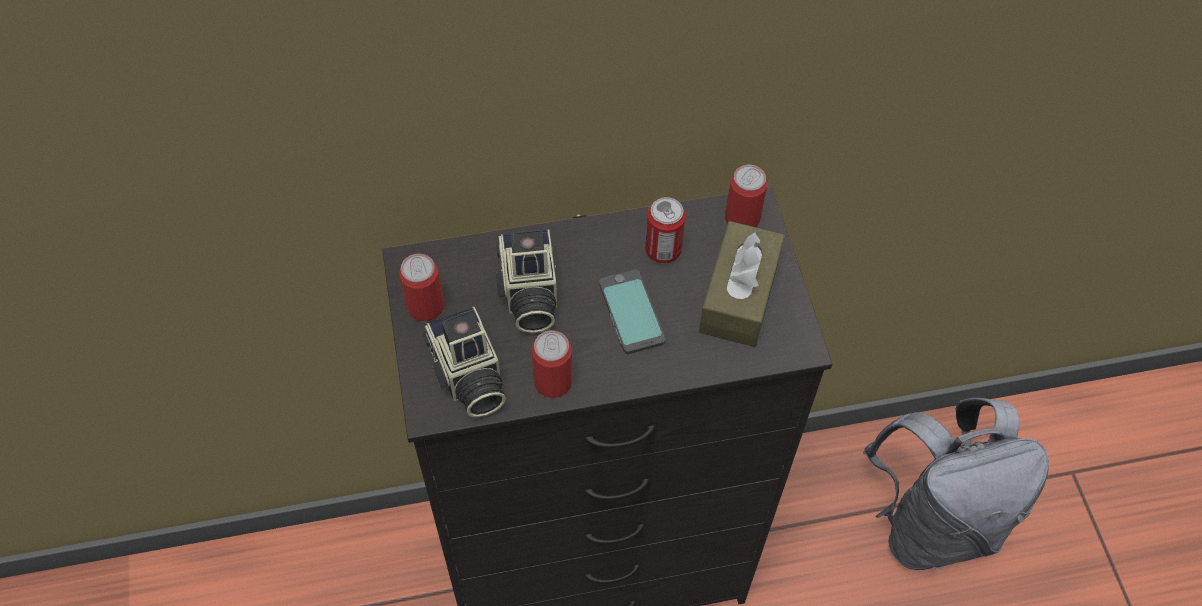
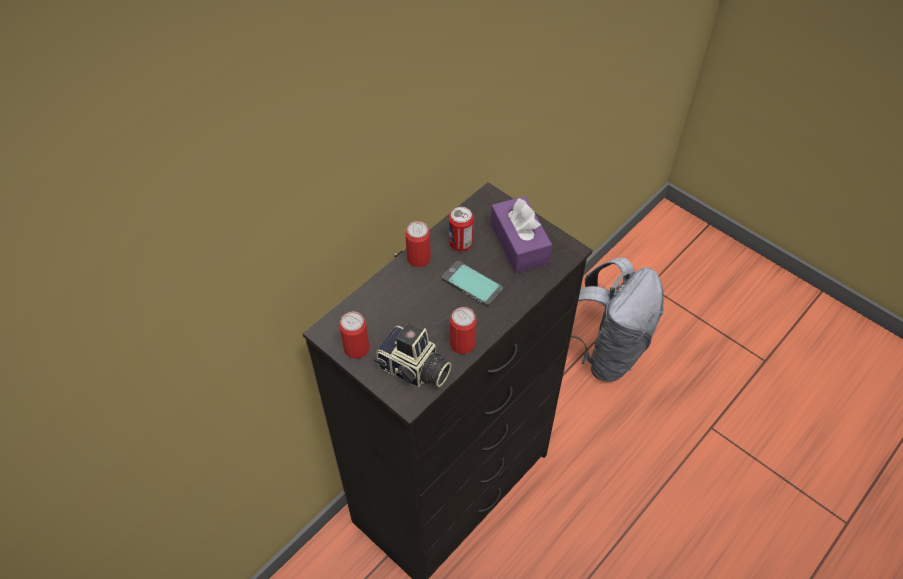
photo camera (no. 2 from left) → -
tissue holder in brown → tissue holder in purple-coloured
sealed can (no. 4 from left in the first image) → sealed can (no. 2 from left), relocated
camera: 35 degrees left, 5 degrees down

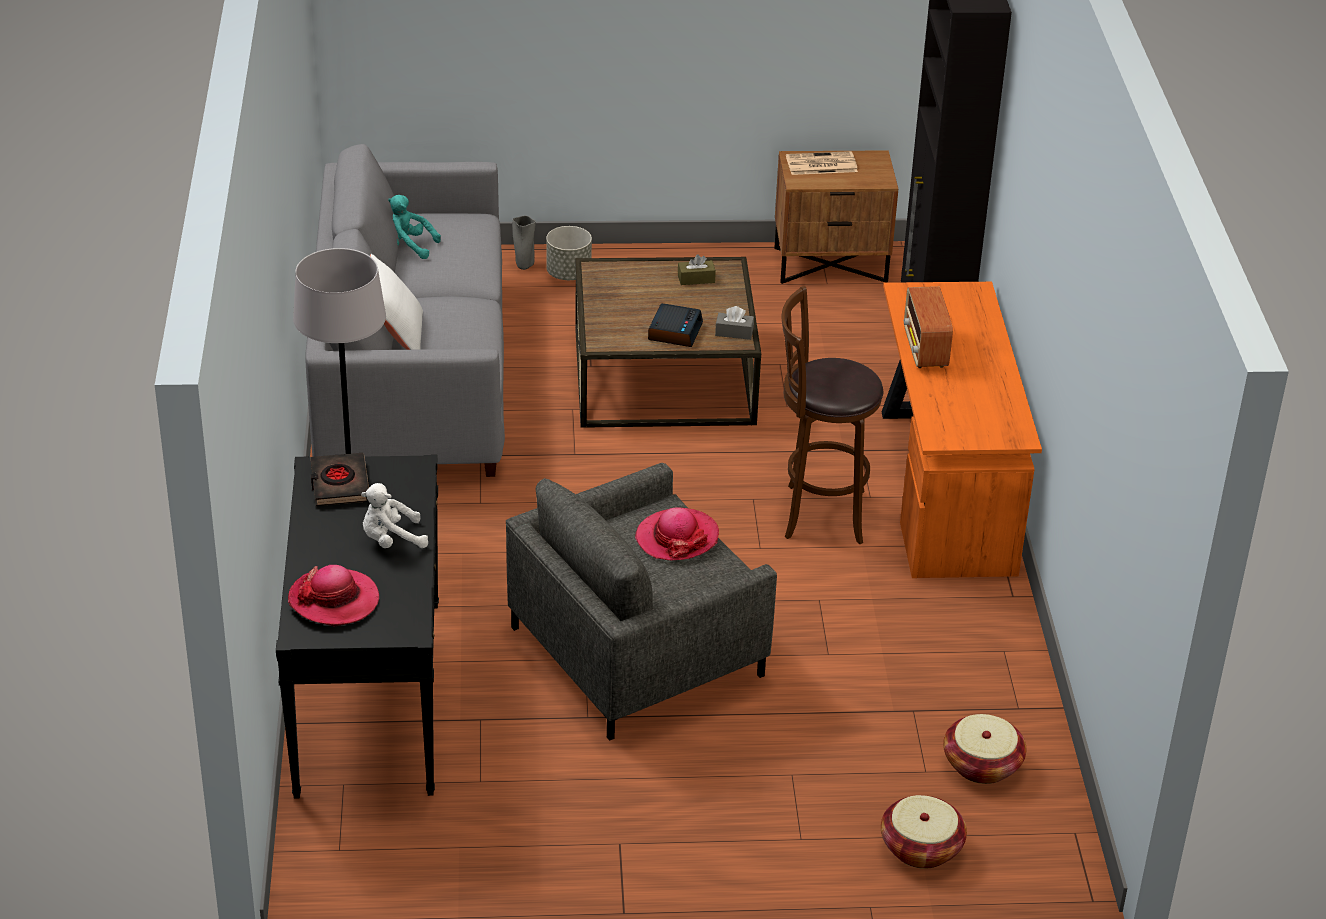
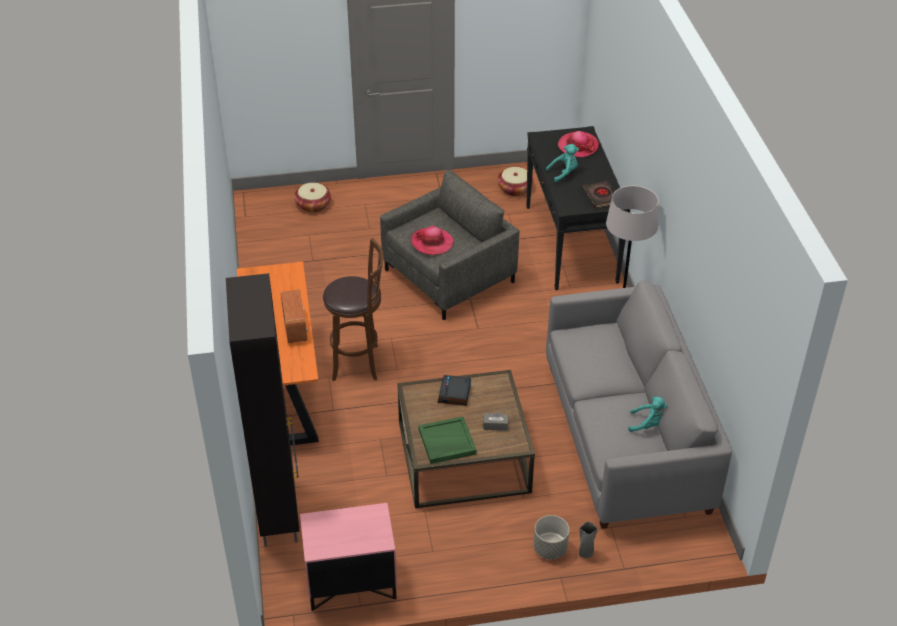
plush toy in white → plush toy in blue-green (no. 1 from left)
cushion in white → -
tissue holder in brown → carrying tray in green-coloured
tissue holder in greyish, relocated
nightstand in brown → nightstand in pink
printed paper → -
household basket (no. 2 from left), relocated
camera: 175 degrees right, 5 degrees up

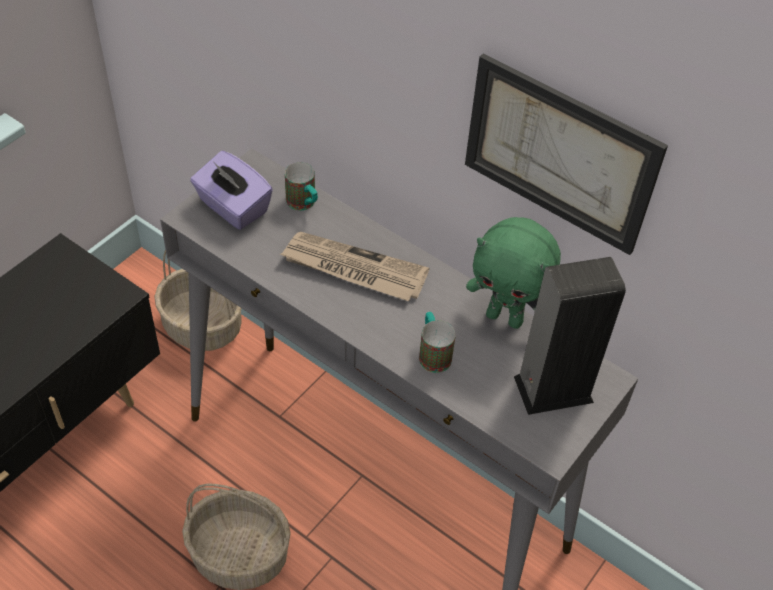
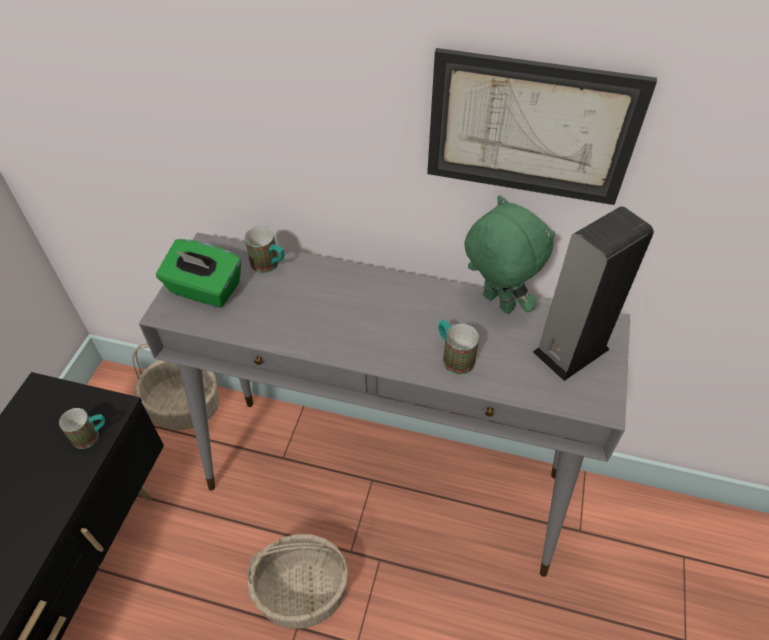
tissue holder in purple-coloured → tissue holder in green-coloured
printed paper → -
plush toy in green-coloured, 135 degrees counterclockwise
- → tea mug (no. 1 from left)
camera: 20 degrees left, 0 degrees up

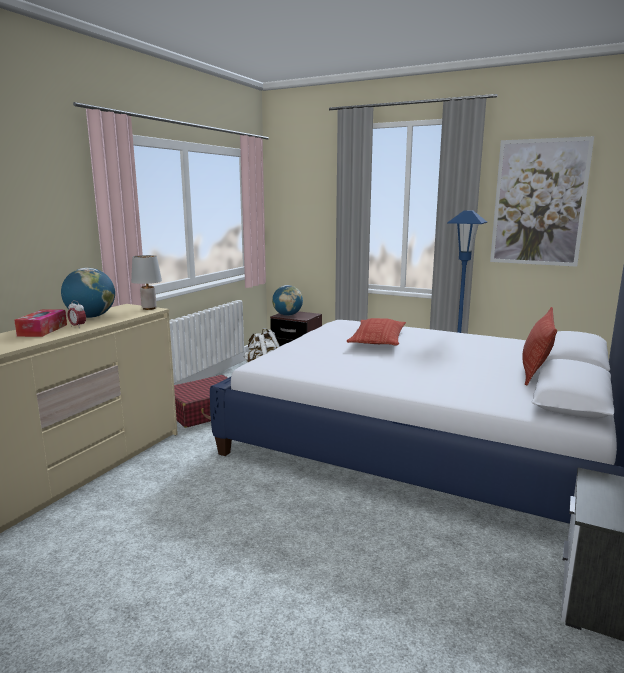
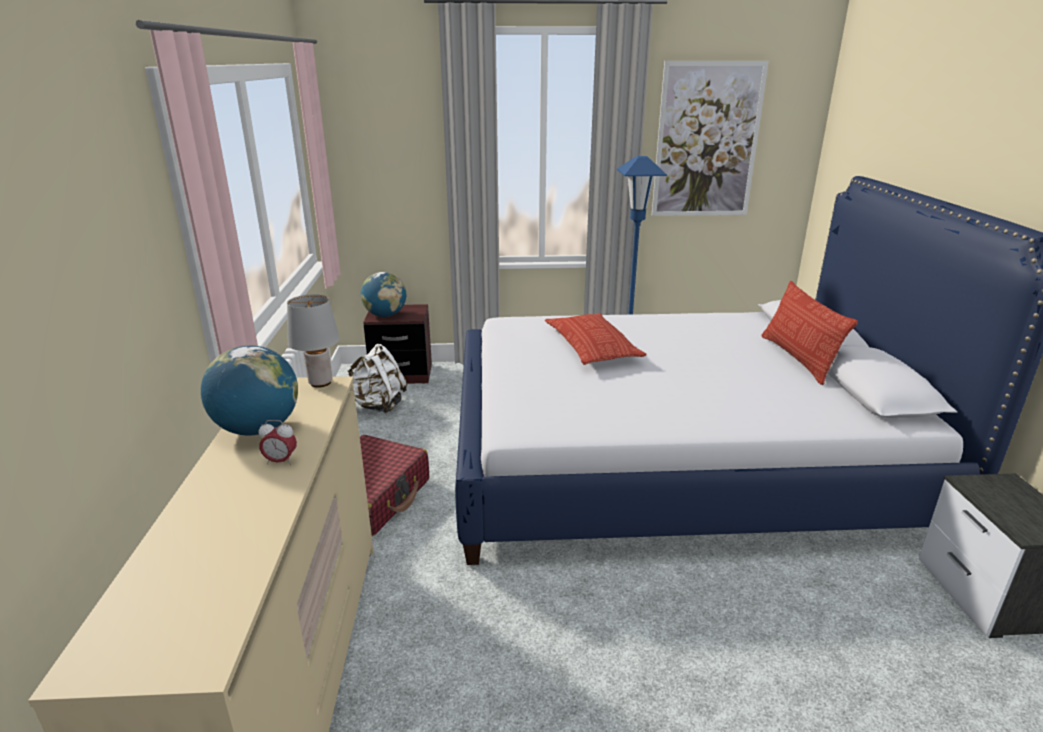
tissue holder → -
camera: 30 degrees left, 10 degrees up

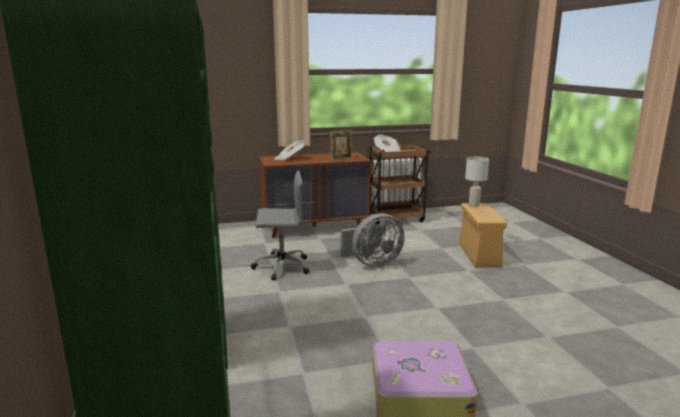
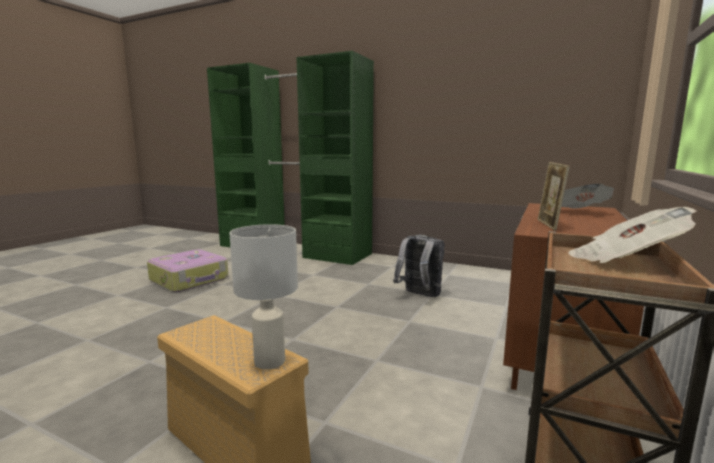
office chair in greyish → knapsack in greyish
cooling fan in greyish → -
camera: 130 degrees right, 5 degrees down

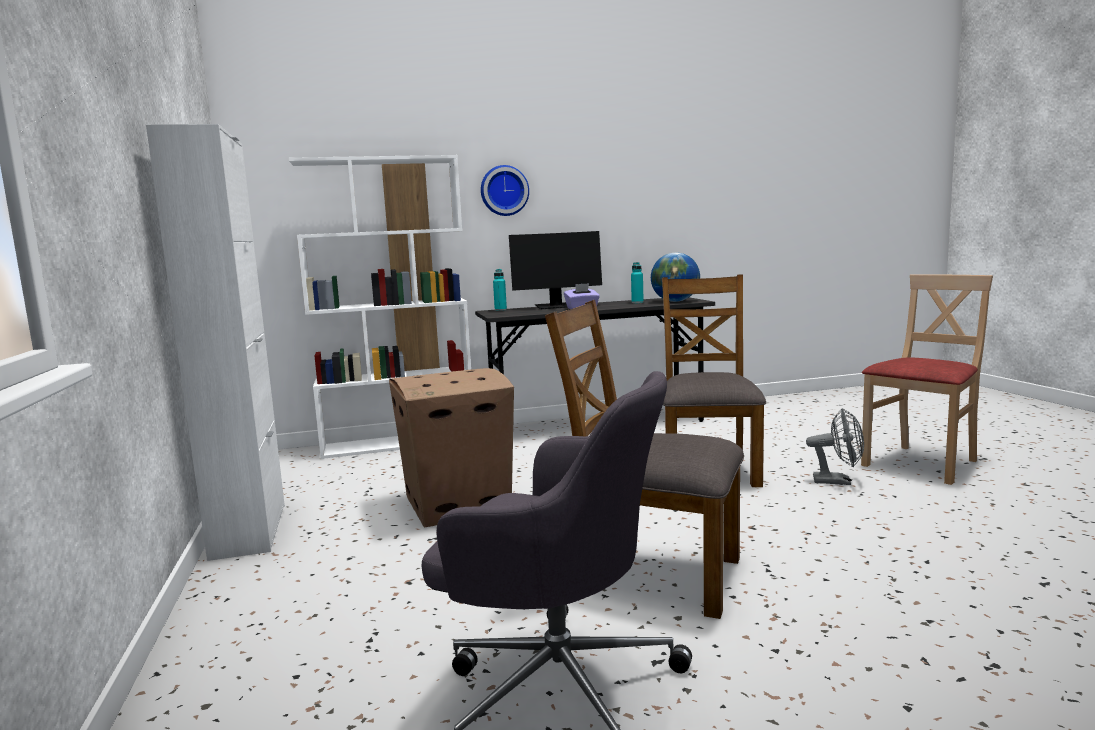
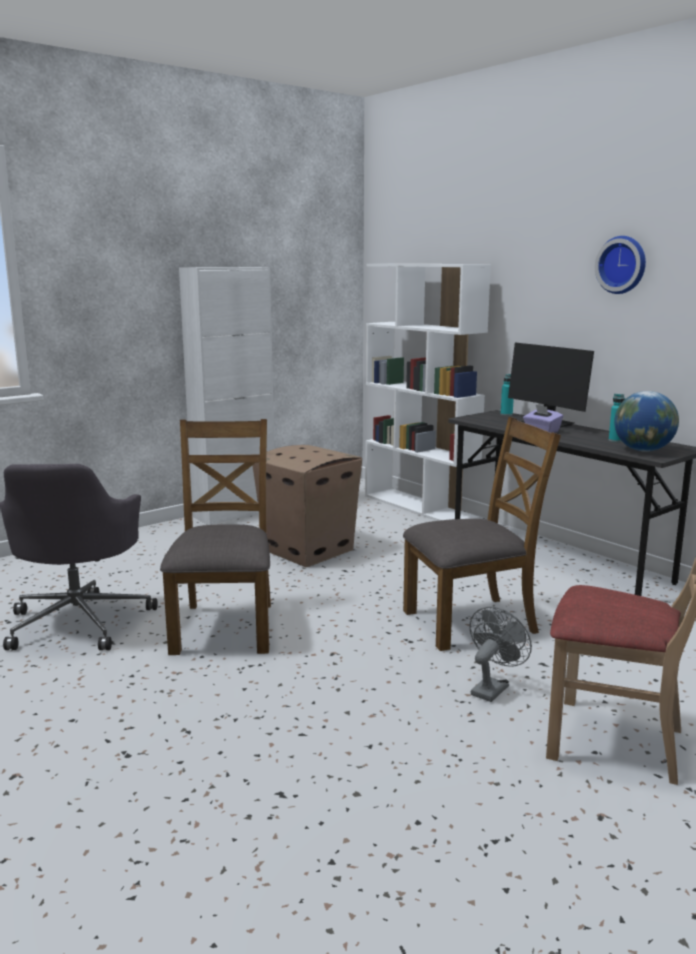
clock on the wall, relocated
cooling fan in greyish, 135 degrees counterclockwise
camera: 65 degrees right, 5 degrees up

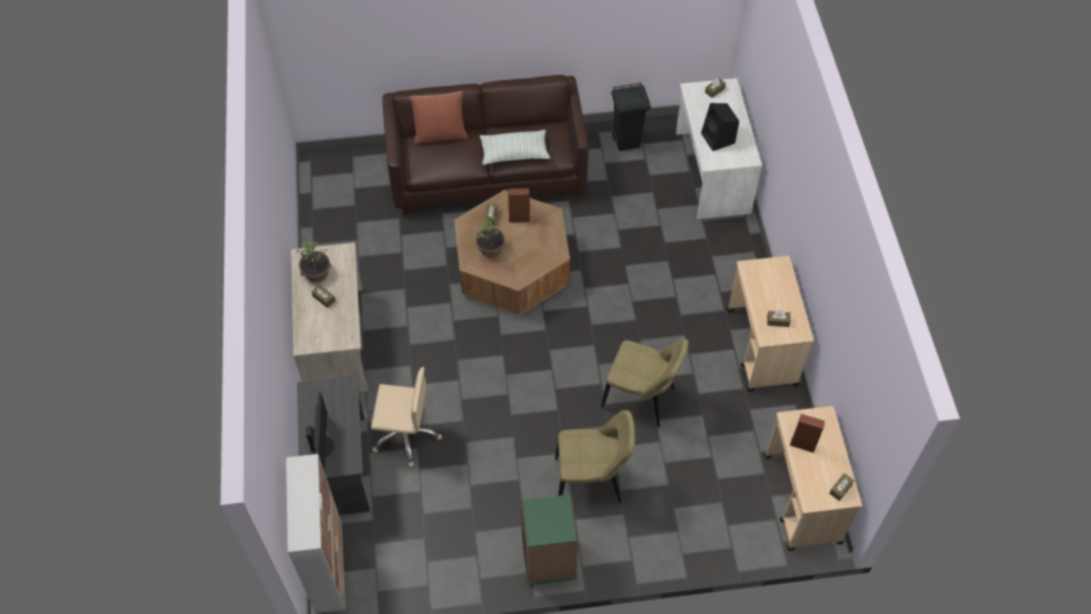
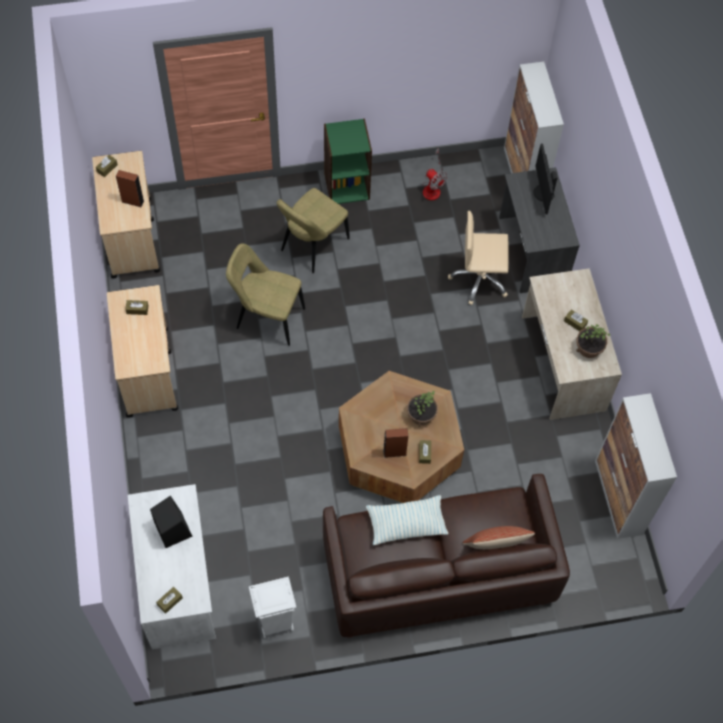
plain chair in sand-coloured (no. 1 from left in the first image) → plain chair in sand-coloured (no. 2 from left), 45 degrees counterclockwise
waste bin in blackish → waste bin in white
- → cooling fan
- → storage cabinet (no. 2 from left)
camera: 175 degrees right, 5 degrees up

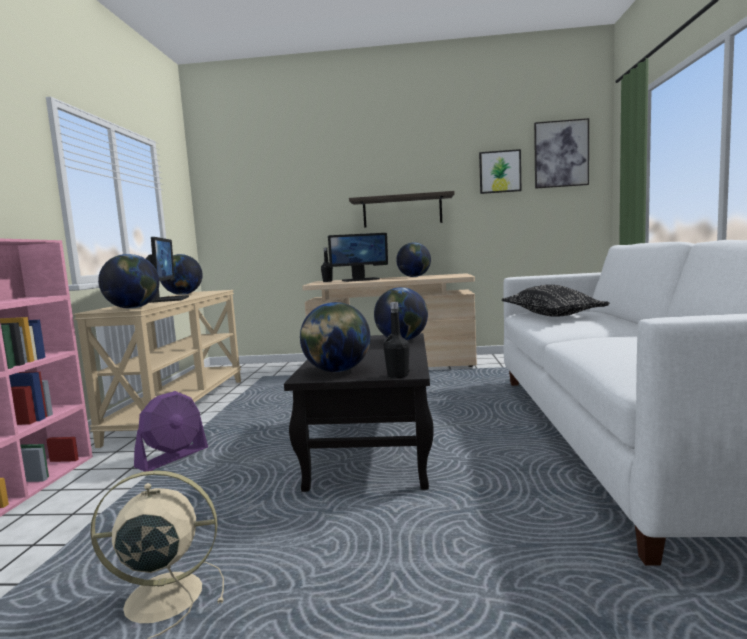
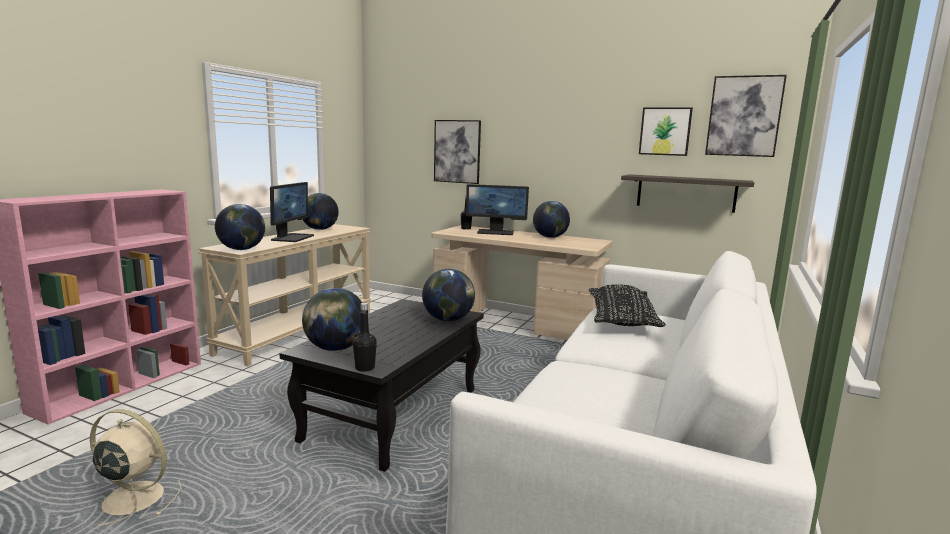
cooling fan in purple-coloured → -
wall shelf, relocated
- → wall art (no. 1 from left)
camera: 20 degrees right, 5 degrees up

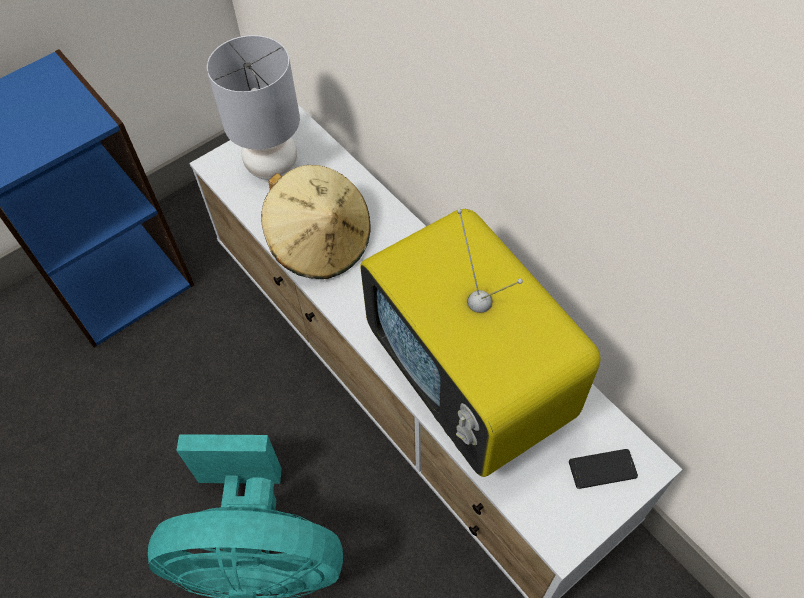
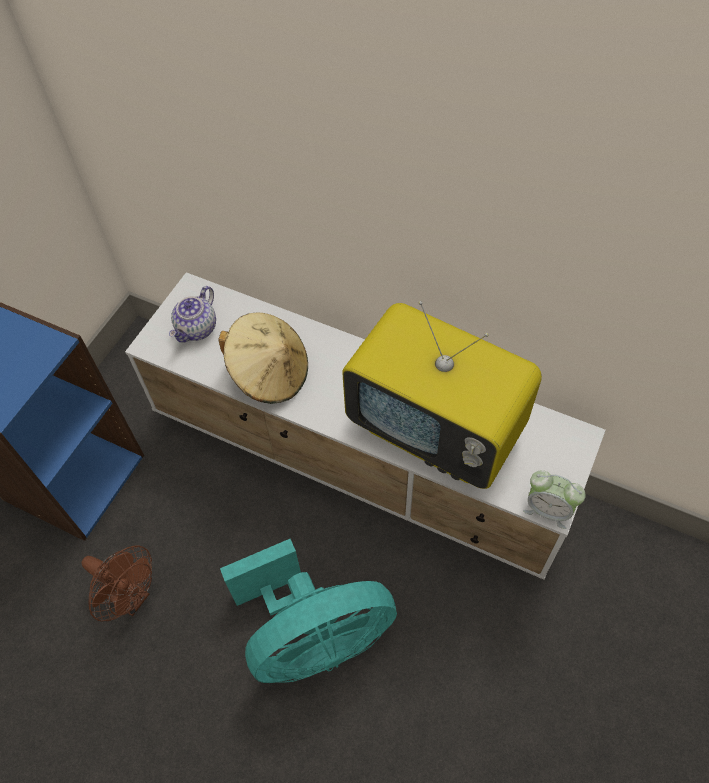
tabletop lamp in greyish → tea pot
handset → -
- → cooling fan in brown
- → alarm clock
camera: 25 degrees left, 0 degrees up

